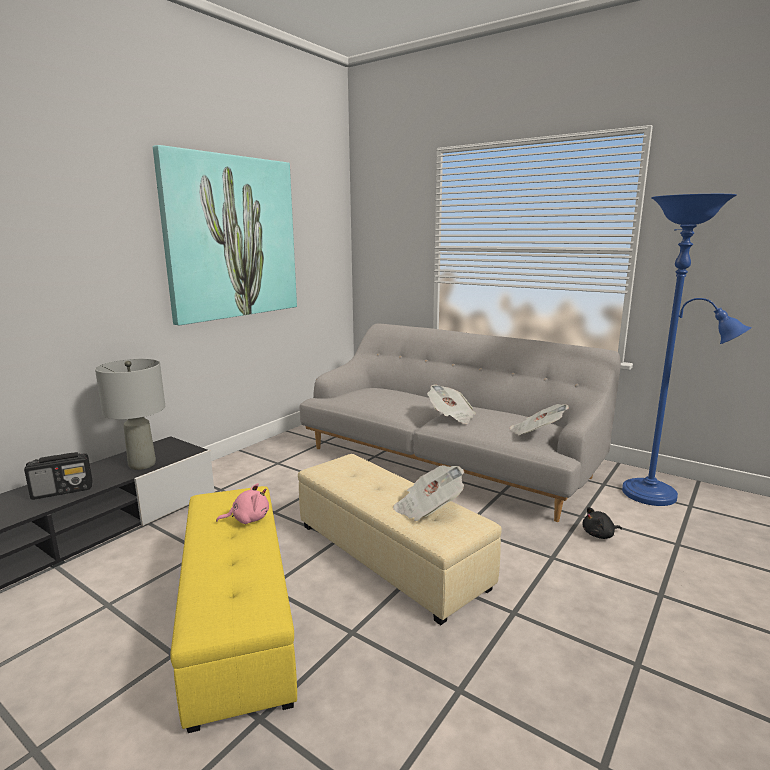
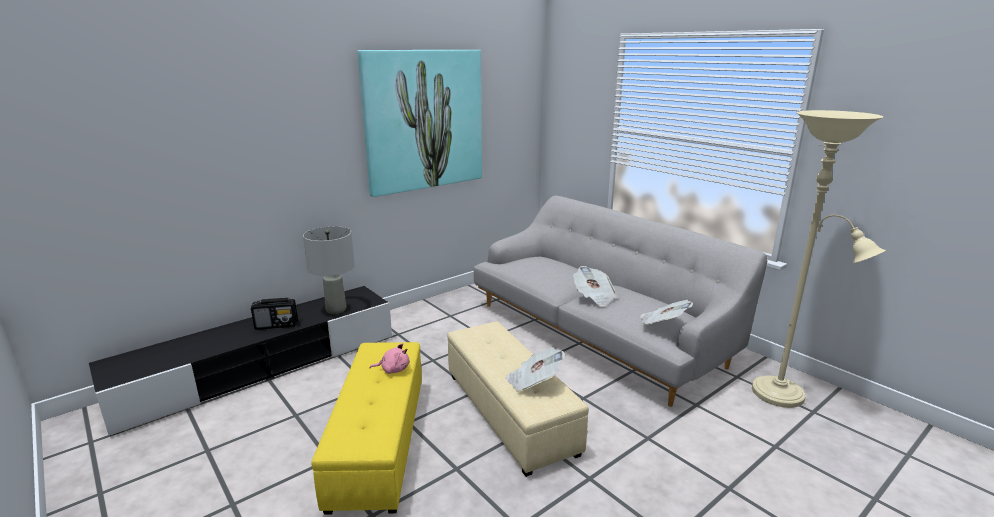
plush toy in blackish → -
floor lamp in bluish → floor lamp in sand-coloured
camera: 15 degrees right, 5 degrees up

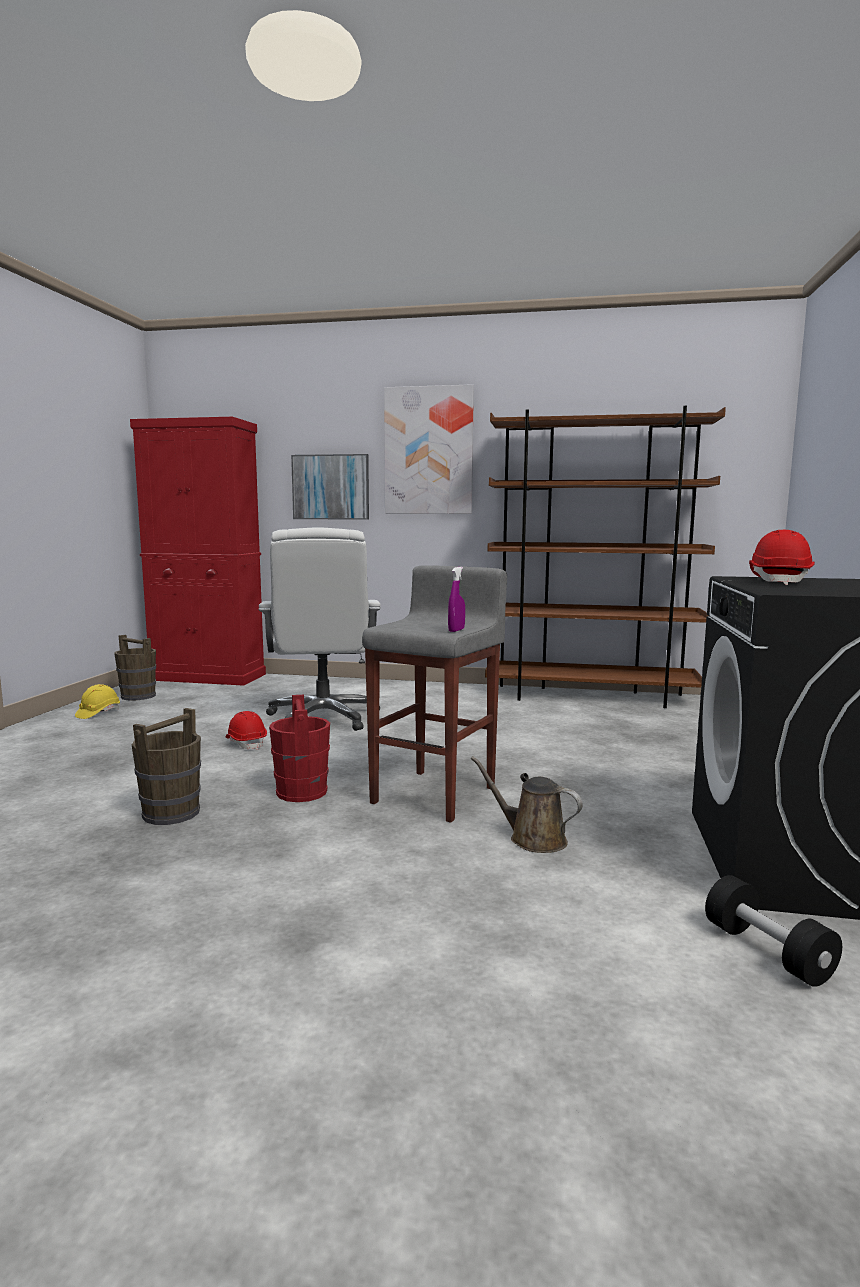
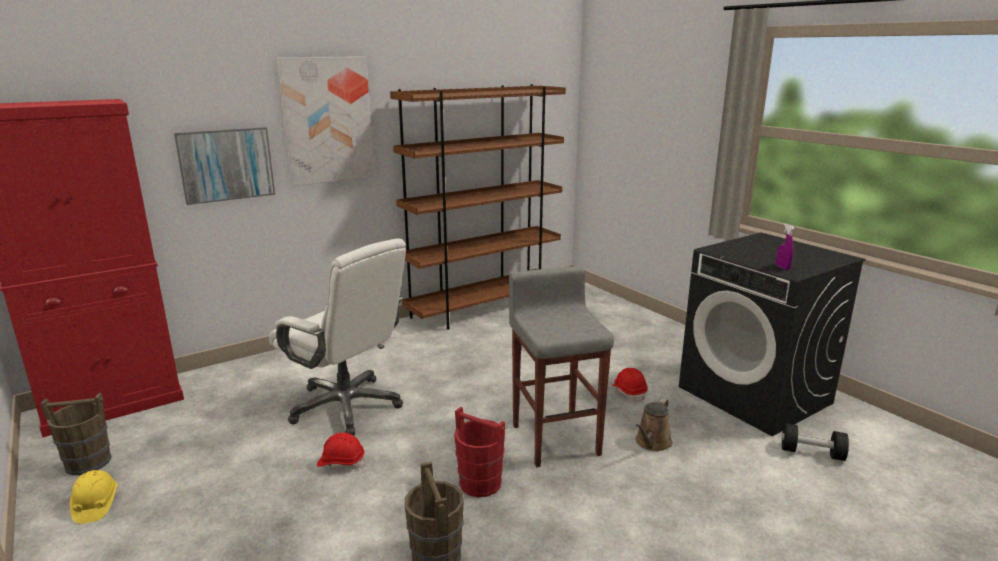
hand sprayer in purple-coloured, relocated
sprinkling can in brown, 45 degrees counterclockwise
work helmet in red (no. 2 from left), relocated
camera: 45 degrees left, 10 degrees up

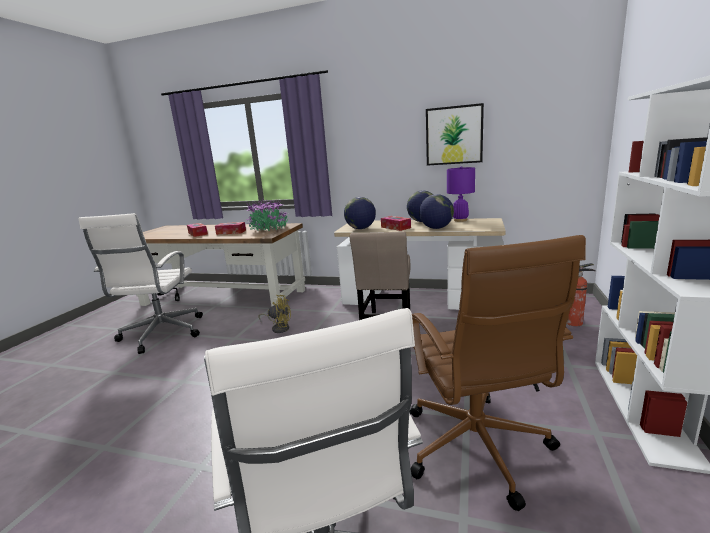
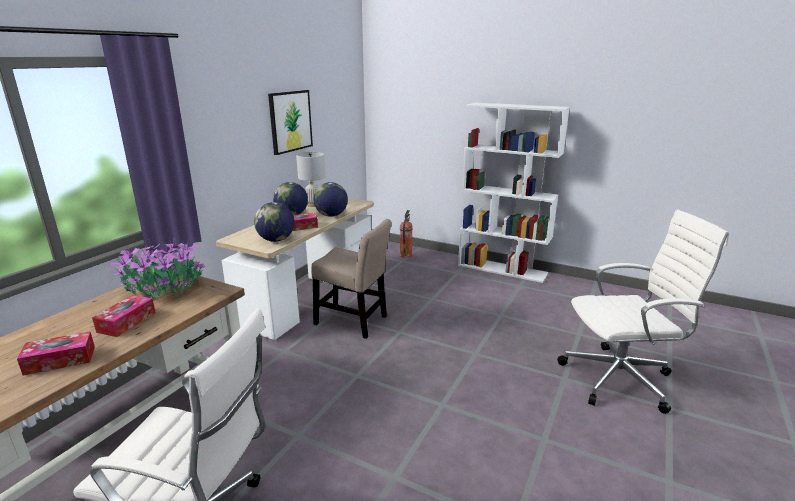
cooling fan in yellow → -
office chair in brown → -
tabletop lamp in purple-coloured → tabletop lamp in white
camera: 80 degrees left, 5 degrees up

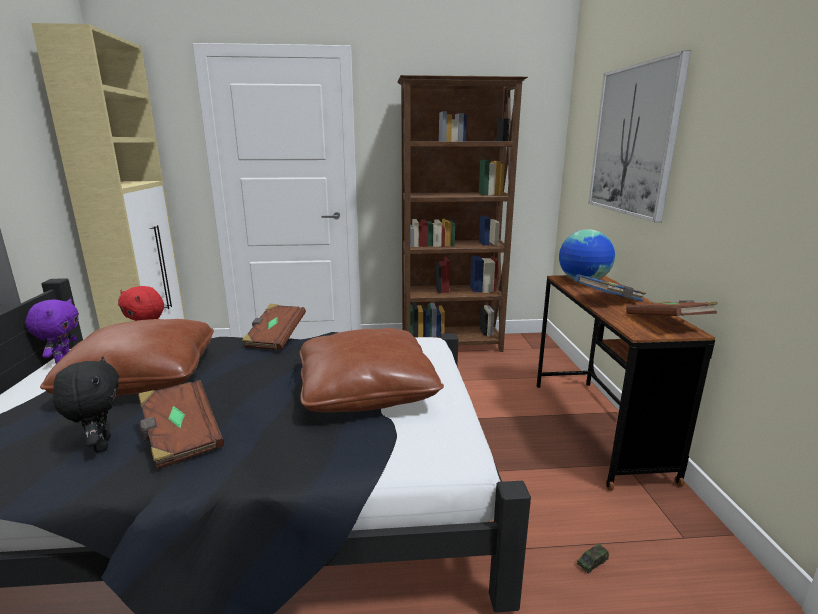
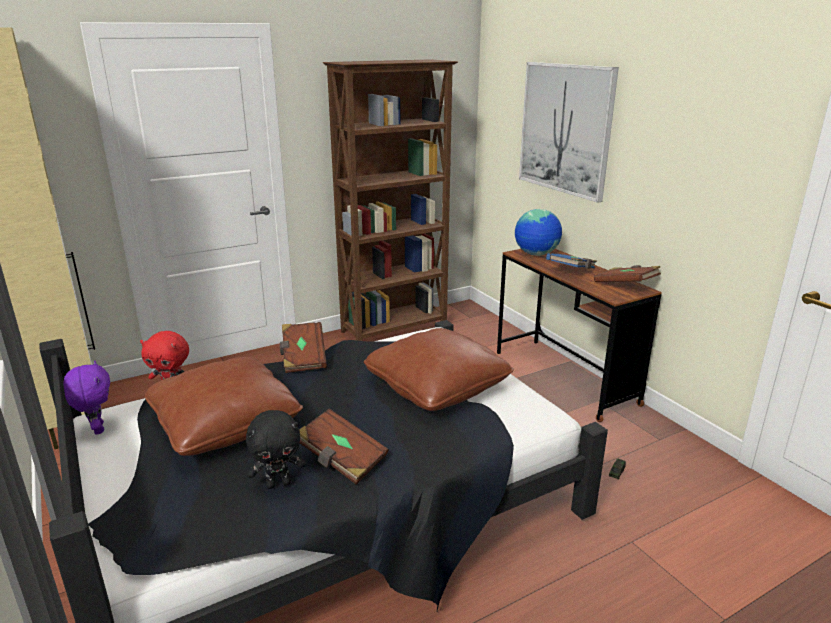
plush toy in blackish, 120 degrees clockwise
camera: 25 degrees left, 5 degrees up

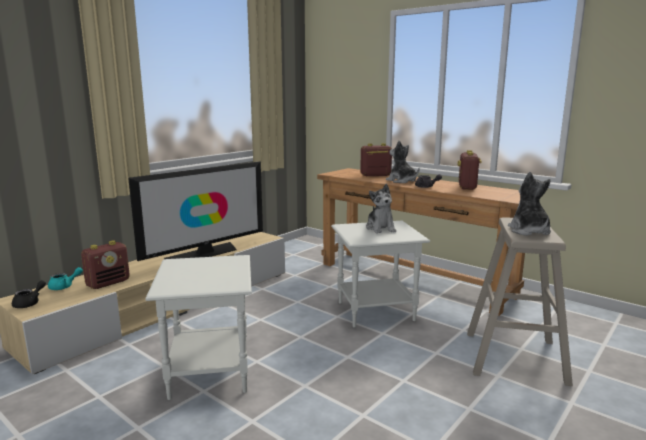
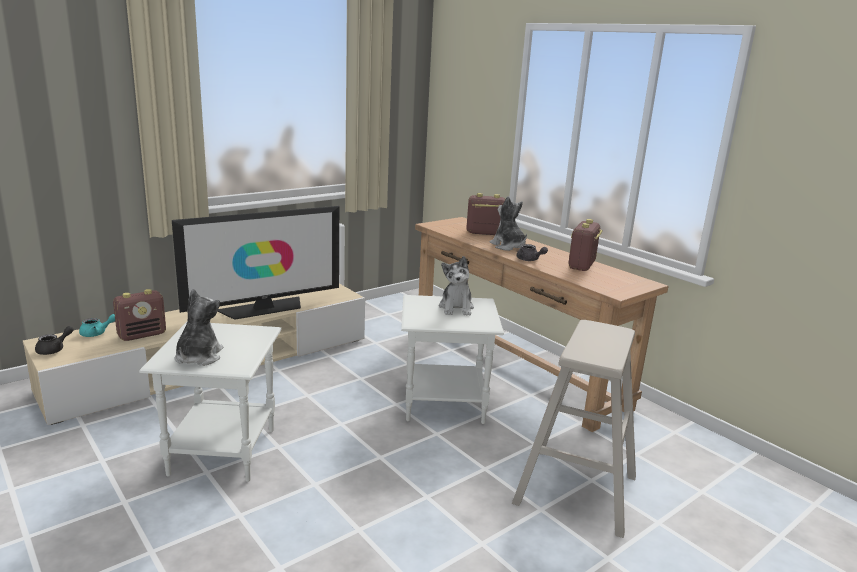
plush toy (no. 3 from left in the first image) → plush toy (no. 1 from left), relocated
camera: 10 degrees right, 5 degrees up

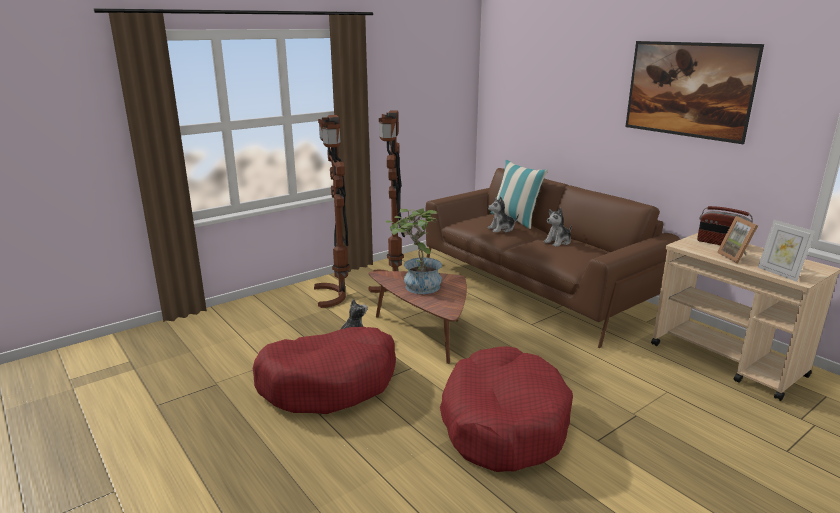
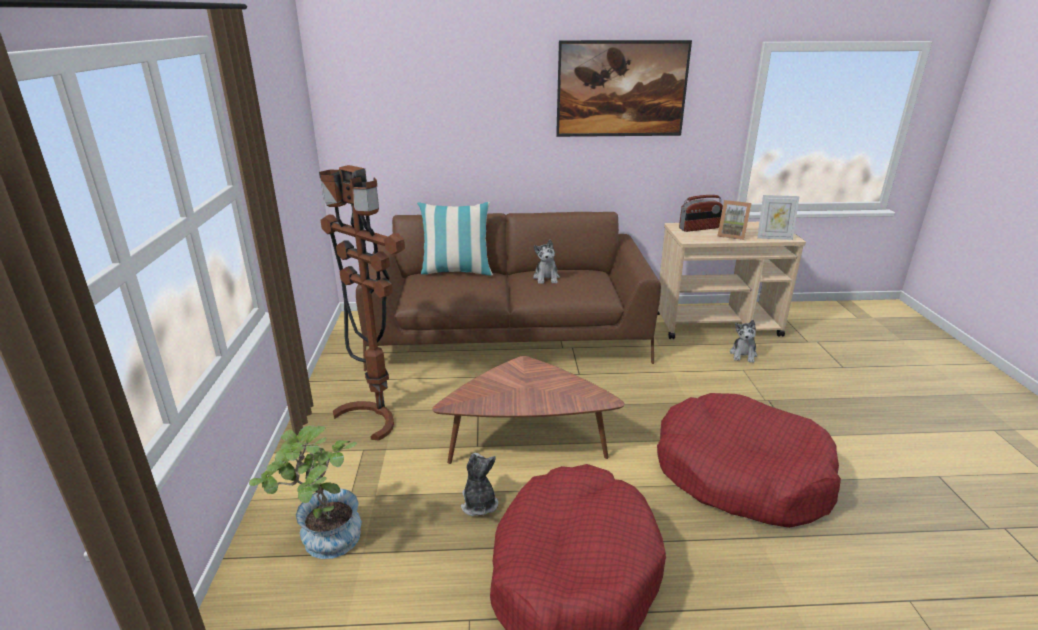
floor lamp in brown (no. 1 from left) → -
potted plant, relocated
plush toy (no. 2 from left in the first image) → plush toy (no. 3 from left), relocated
camera: 55 degrees left, 5 degrees up

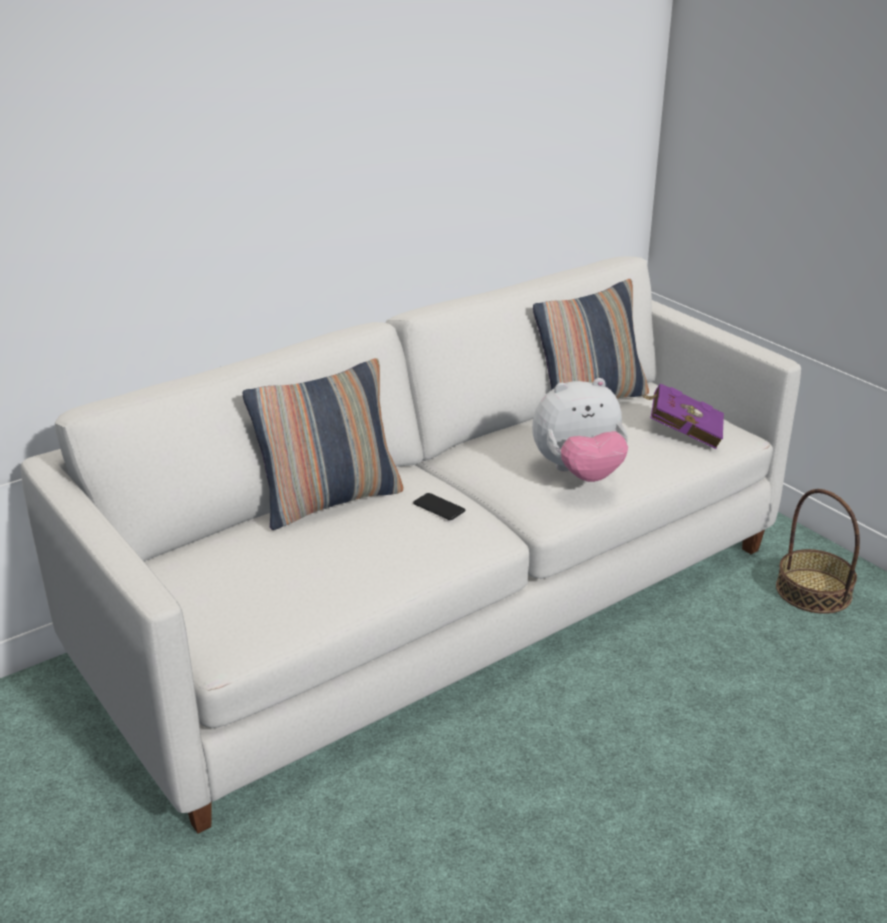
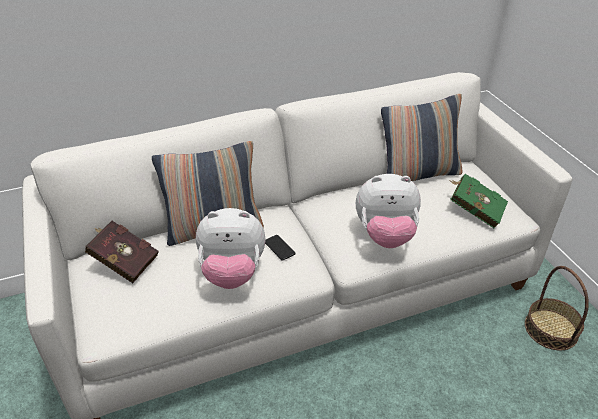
book in purple-coloured → book in green-coloured
- → book in red
- → plush toy (no. 1 from left)
camera: 15 degrees right, 10 degrees up

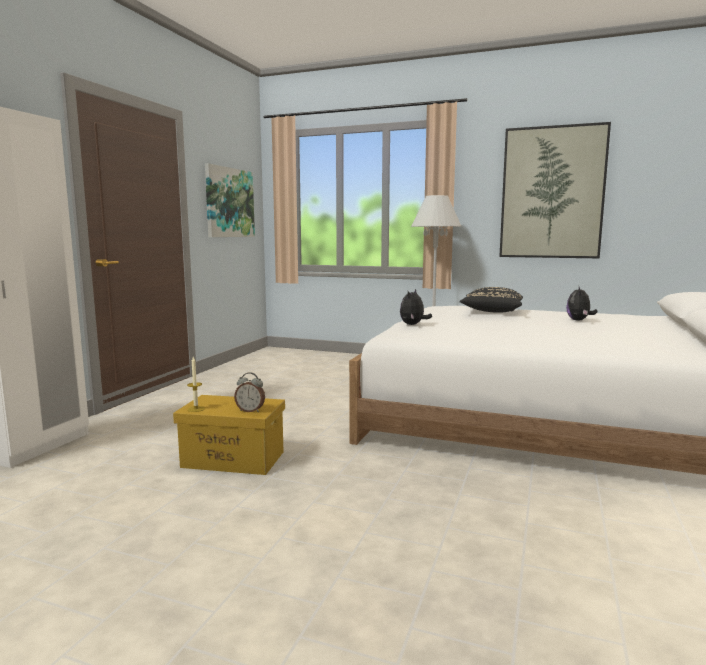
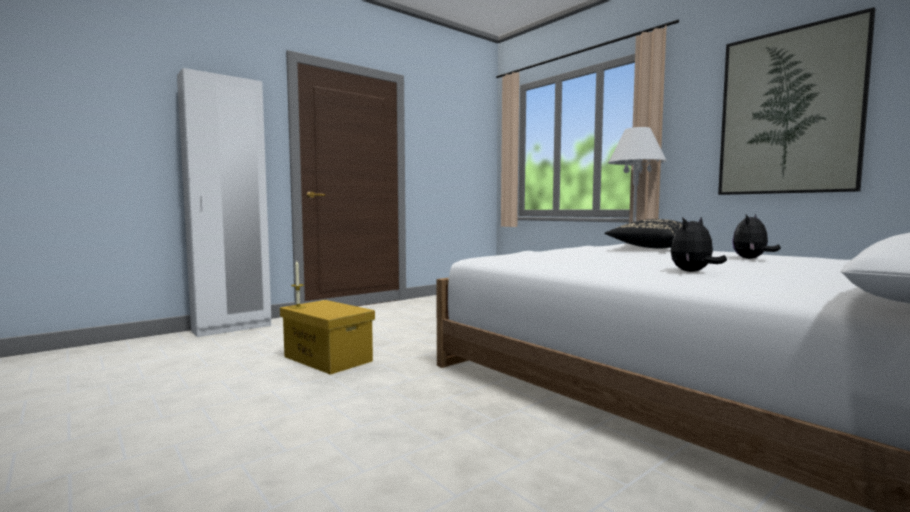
wall art (no. 1 from left) → -
alarm clock → -
plush toy (no. 1 from left), relocated
camera: 30 degrees right, 5 degrees down

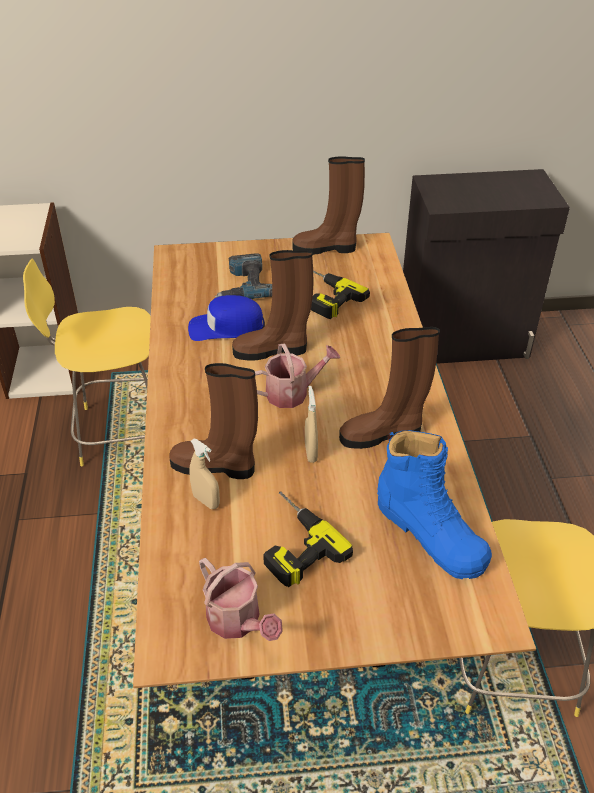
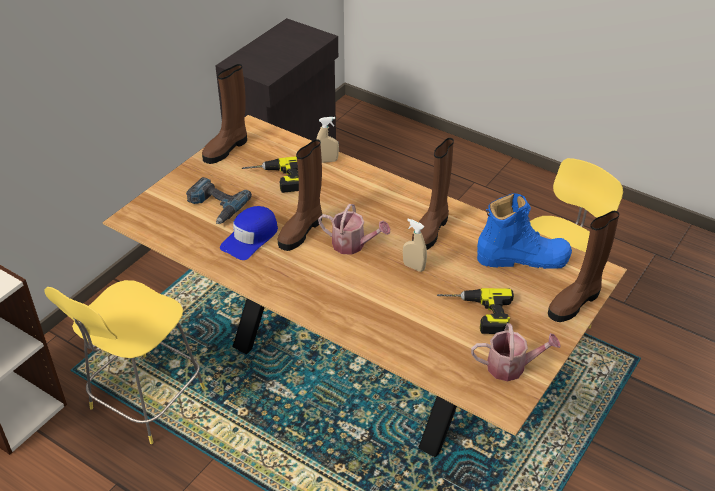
high-top boot in brown (no. 1 from left in the first image) → high-top boot in brown (no. 4 from left), relocated
hand sprayer in sand-coloured (no. 1 from left), relocated
sprinkling can (no. 2 from left in the first image) → sprinkling can (no. 1 from left), 90 degrees clockwise
camera: 50 degrees left, 0 degrees up

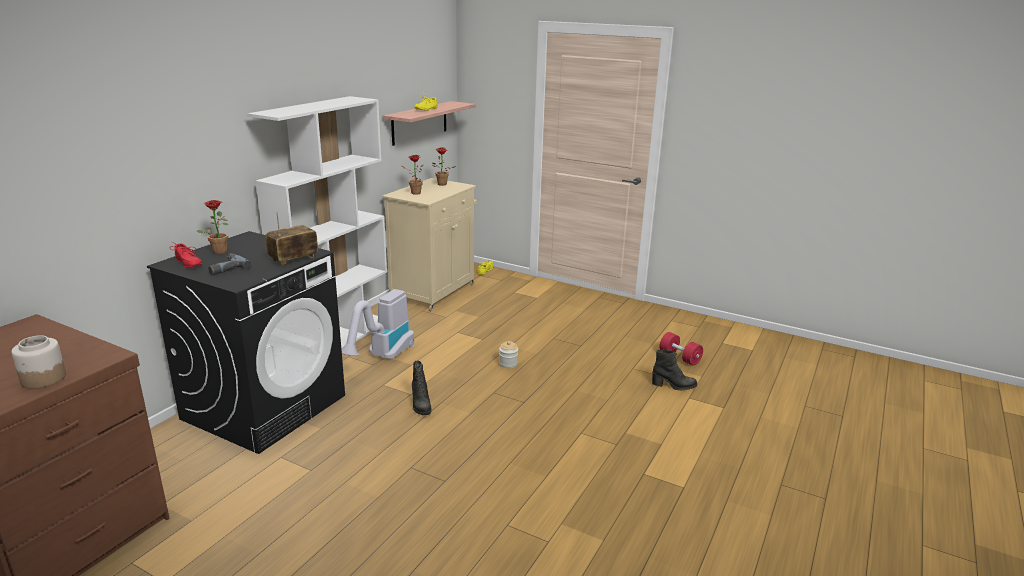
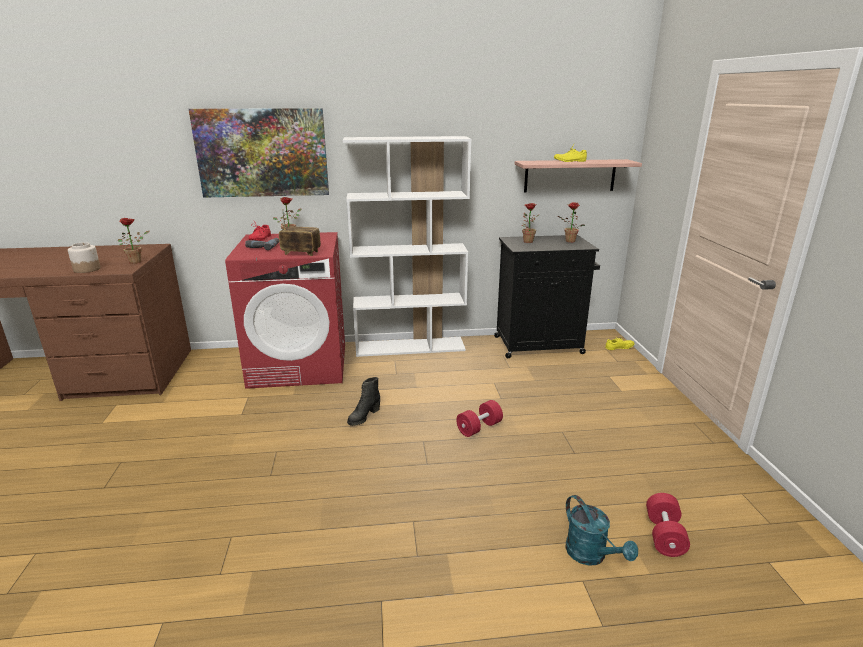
laundry appliance in blackish → laundry appliance in red
vacuum → -
storage cabinet in sand-coloured → storage cabinet in blackish
jar (no. 2 from left) → free weight in red (no. 1 from left)
high-top boot in blackish (no. 2 from left) → sprinkling can in blue-green
- → potted plant (no. 1 from left)
- → wall art
camera: 55 degrees right, 0 degrees up

